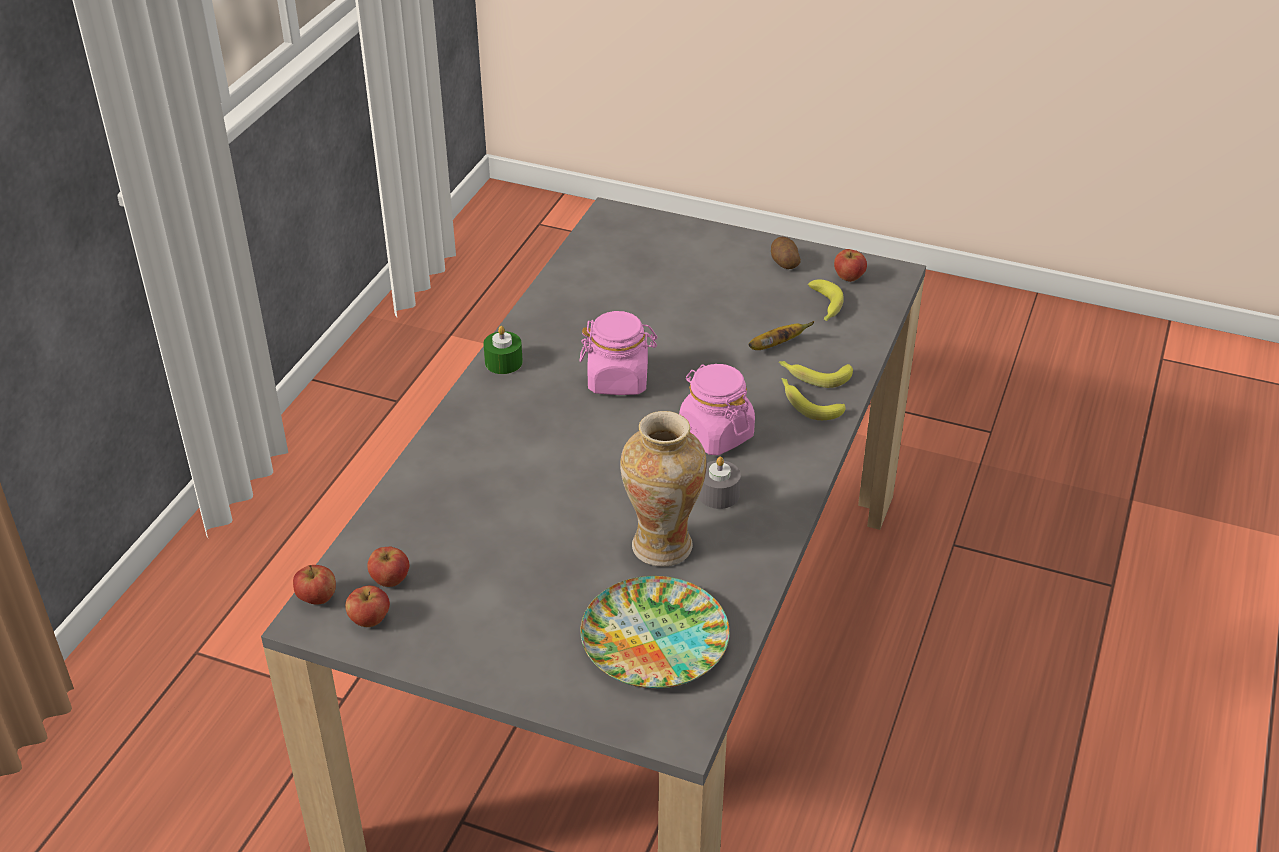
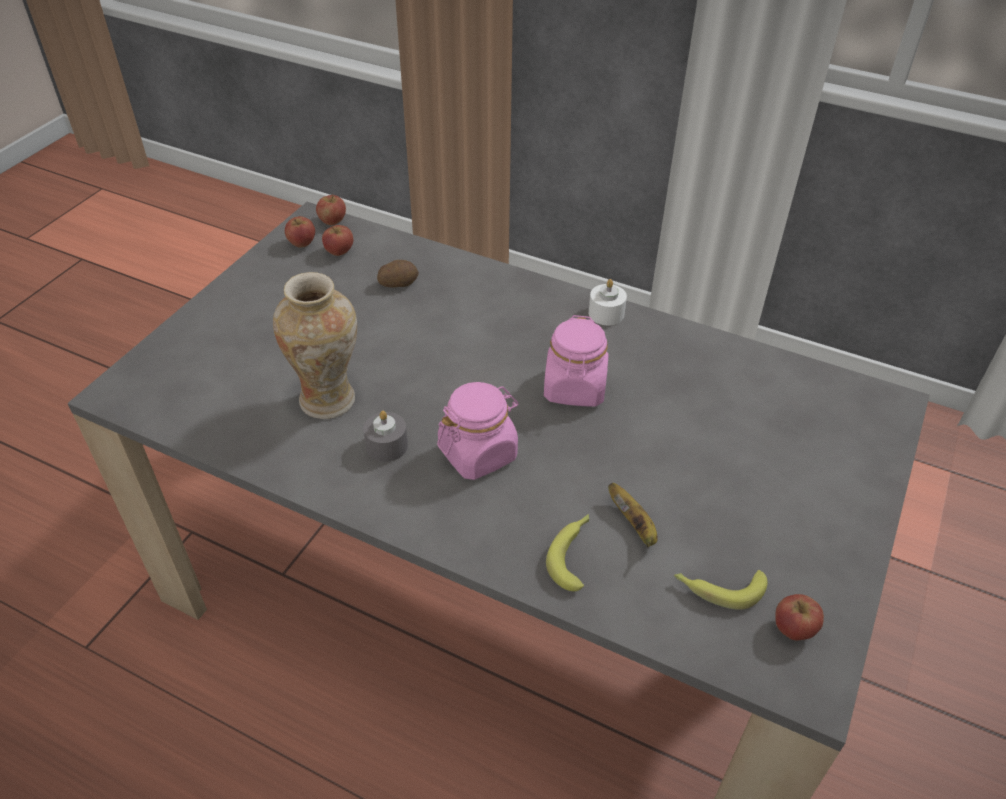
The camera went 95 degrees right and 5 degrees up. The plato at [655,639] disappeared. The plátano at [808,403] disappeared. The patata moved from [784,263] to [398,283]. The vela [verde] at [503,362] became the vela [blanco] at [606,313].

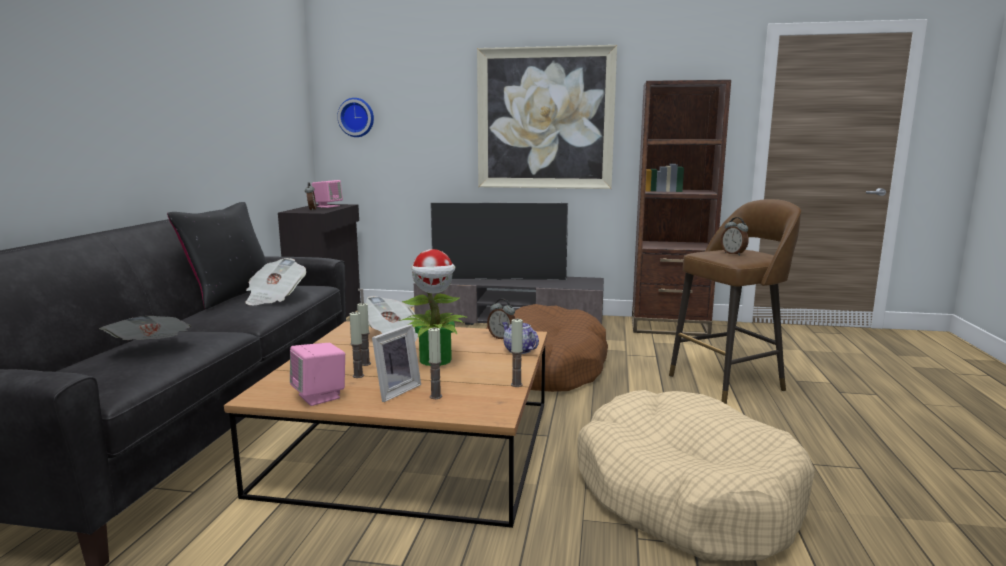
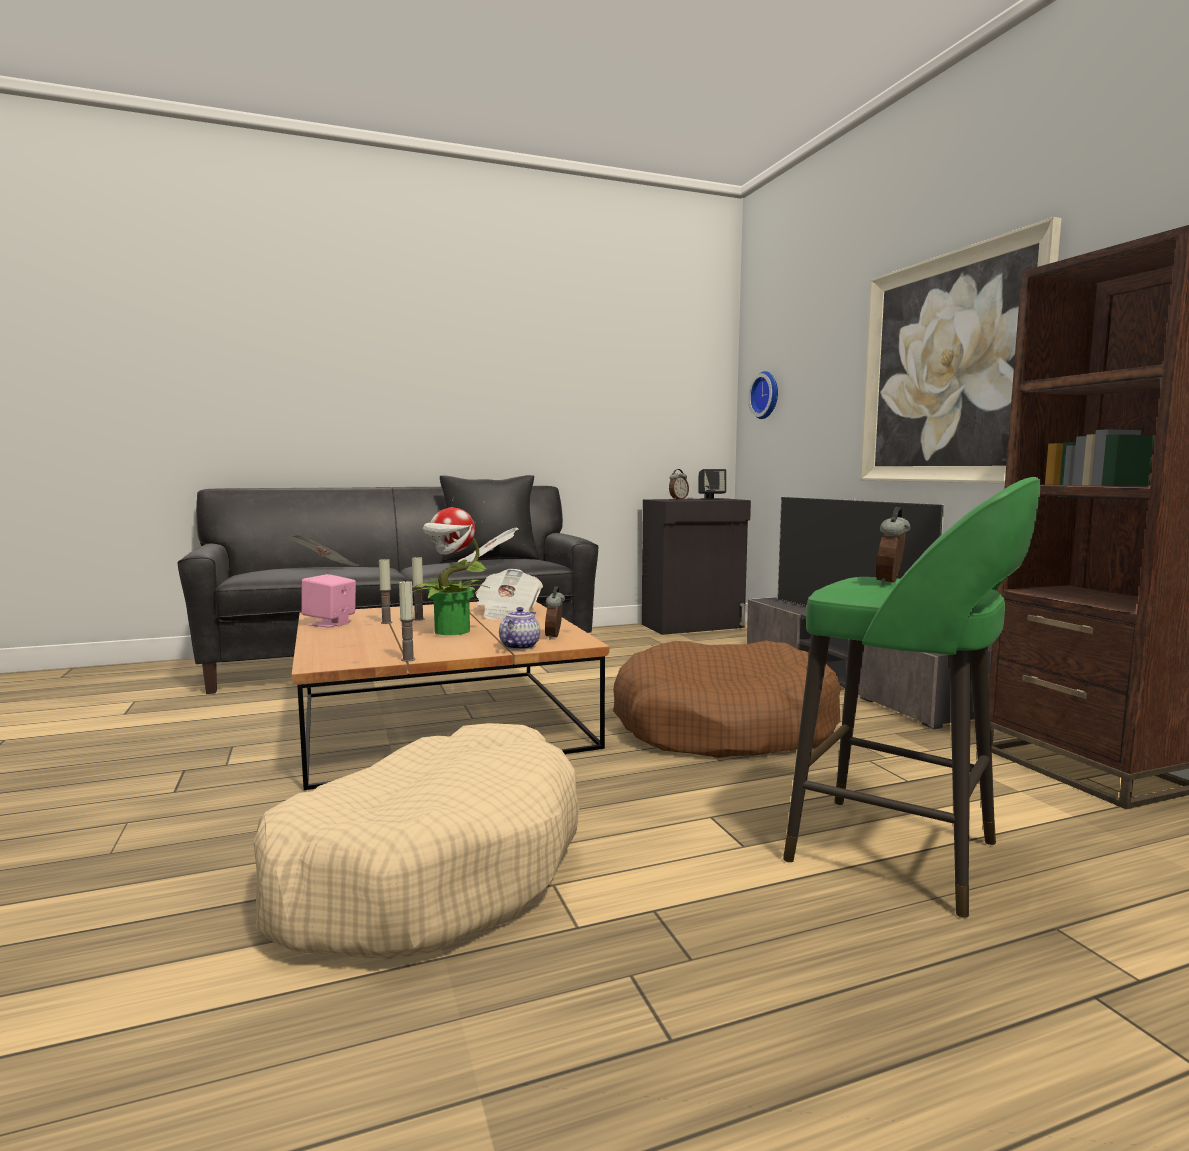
The camera went 60 degrees right and 5 degrees down. The portarretratos at [395,391] disappeared. The vela at [436,396] disappeared. The altavoz [rosa] at [328,206] became the altavoz [negro] at [711,499]. The taburete [marrón] at [729,382] became the taburete [verde] at [899,854].

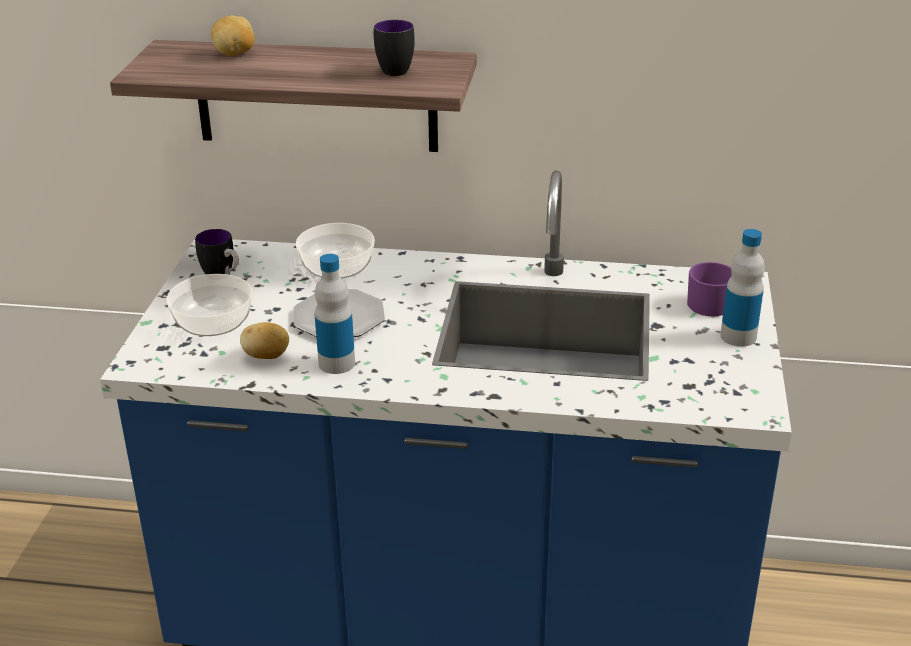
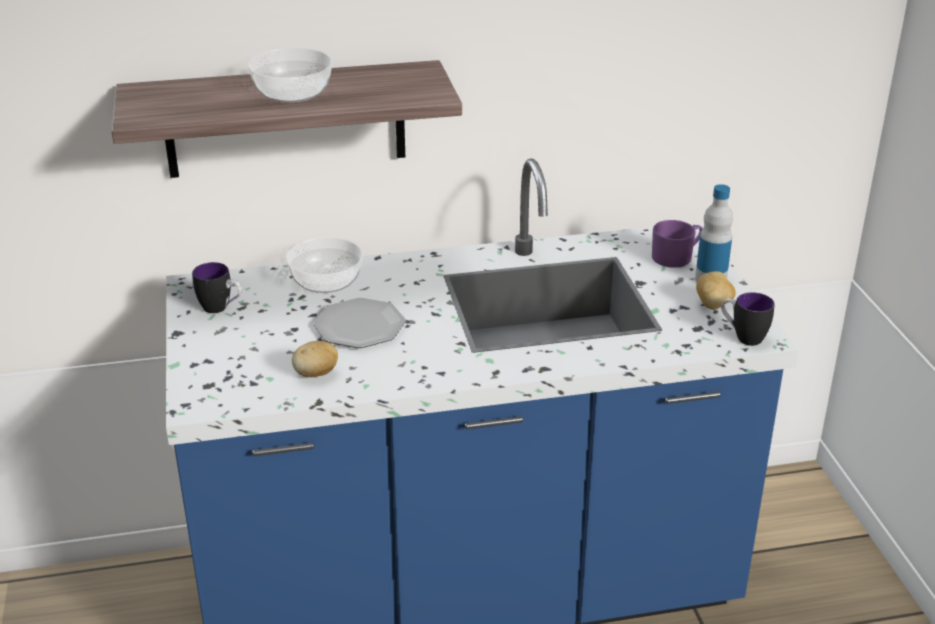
The camera went 20 degrees left and 0 degrees up. The botella at [336,363] disappeared. The cuenco moved from [212,322] to [291,93]. The patata moved from [235,54] to [713,305]. The taza grande moved from [391,69] to [742,337].

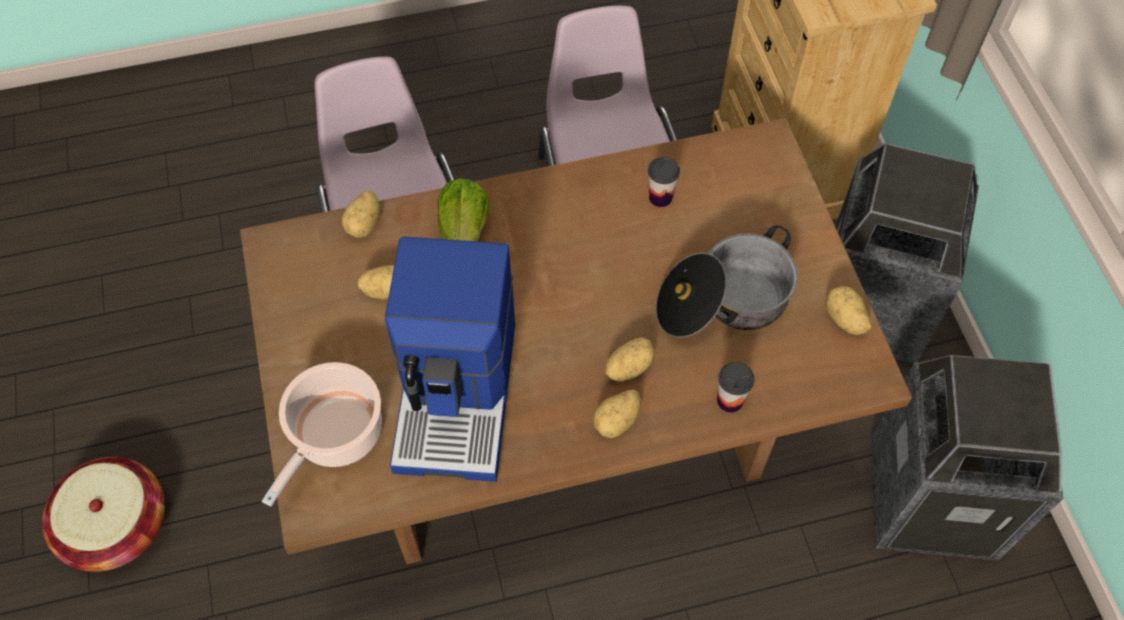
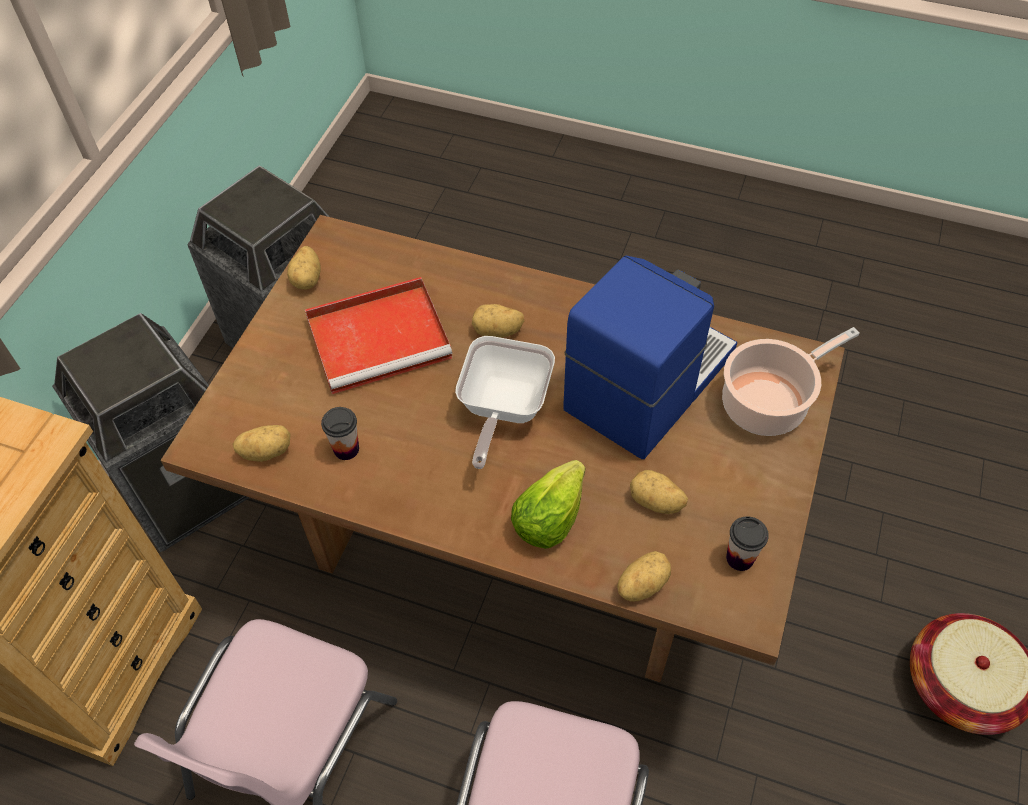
The camera went 145 degrees left and 5 degrees down. The sartén at [502,410] appeared. The patata moved from [617,421] to [266,451]. The taza moved from [730,400] to [740,558]. The olla at [723,302] was replaced by the bandeja [rojo] at [381,337].

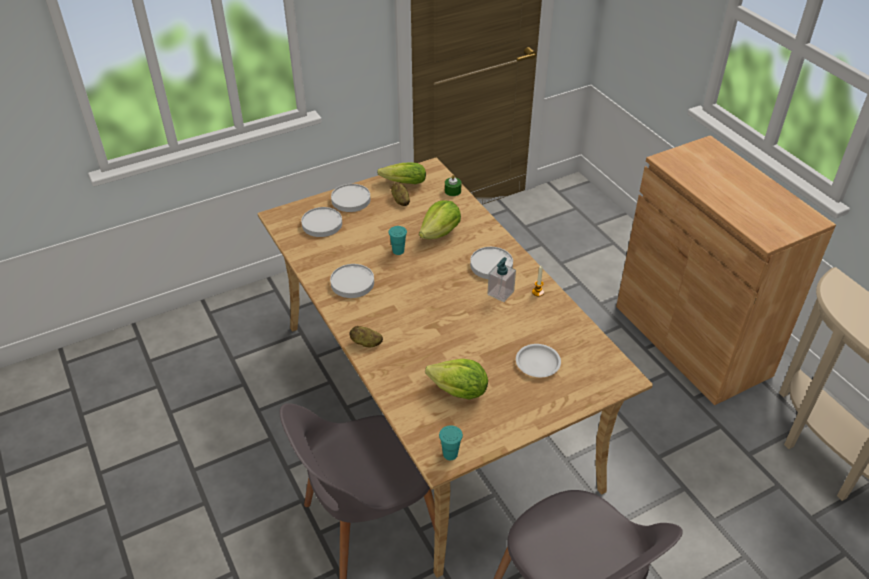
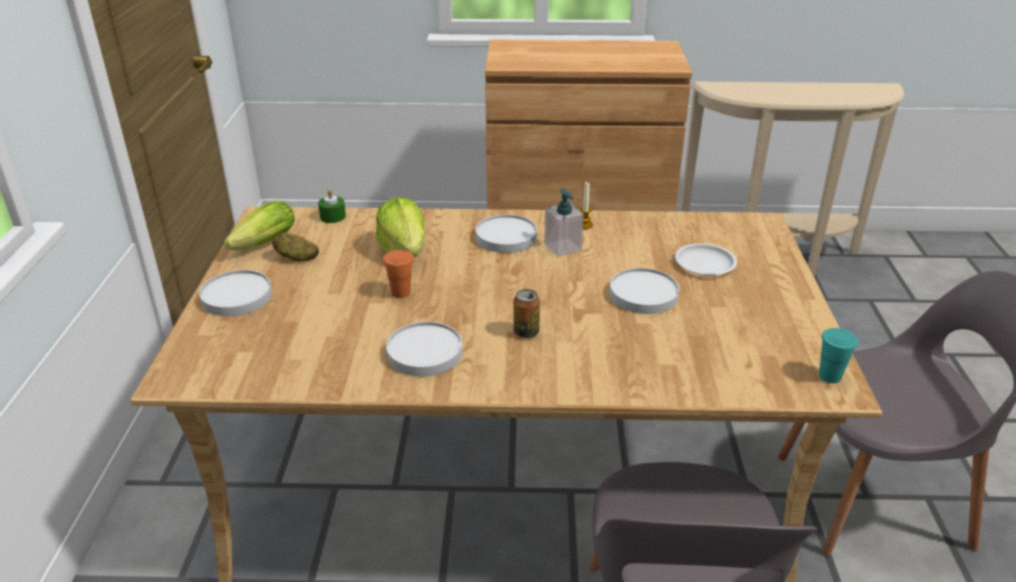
The camera went 60 degrees left and 10 degrees down. The patata at [366,343] disappeared. The lechuga at [459,392] disappeared. The lata at [526,332] appeared. The plato [blanco] moved from [322,224] to [644,295]. The taza [turquesa] at [398,251] became the taza [naranja] at [401,293].

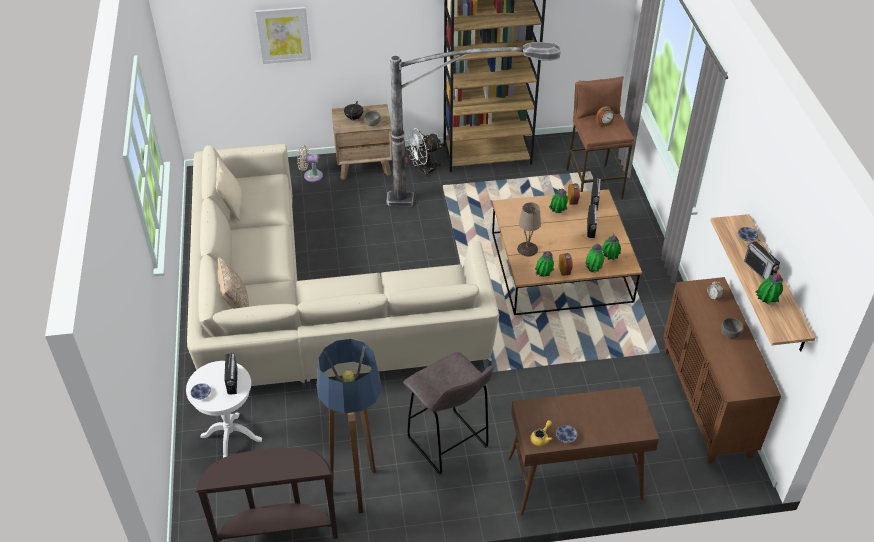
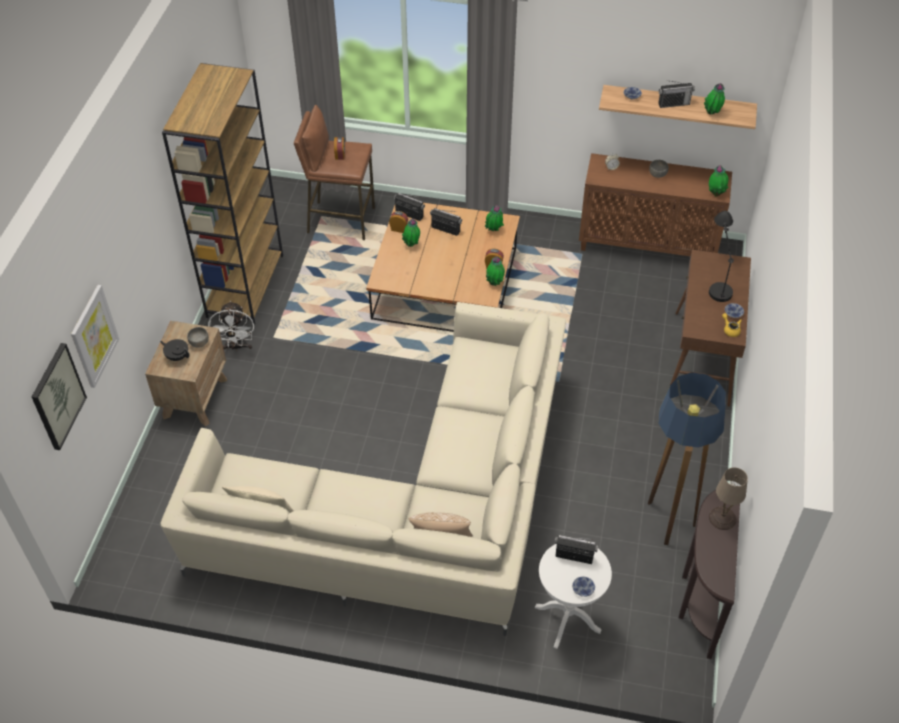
The camera went 70 degrees left and 5 degrees up. The ventilador [beis] at [311,175] disappeared. The lámpara de pie at [465,202] disappeared. The taburete [gris] at [449,444] disappeared. The cuadro at [57,396] appeared. The lámpara de mesa [negro] at [718,278] appeared. The lámpara de mesa [beis] moved from [527,249] to [722,518]. The planta en maceta moved from [593,270] to [716,194].

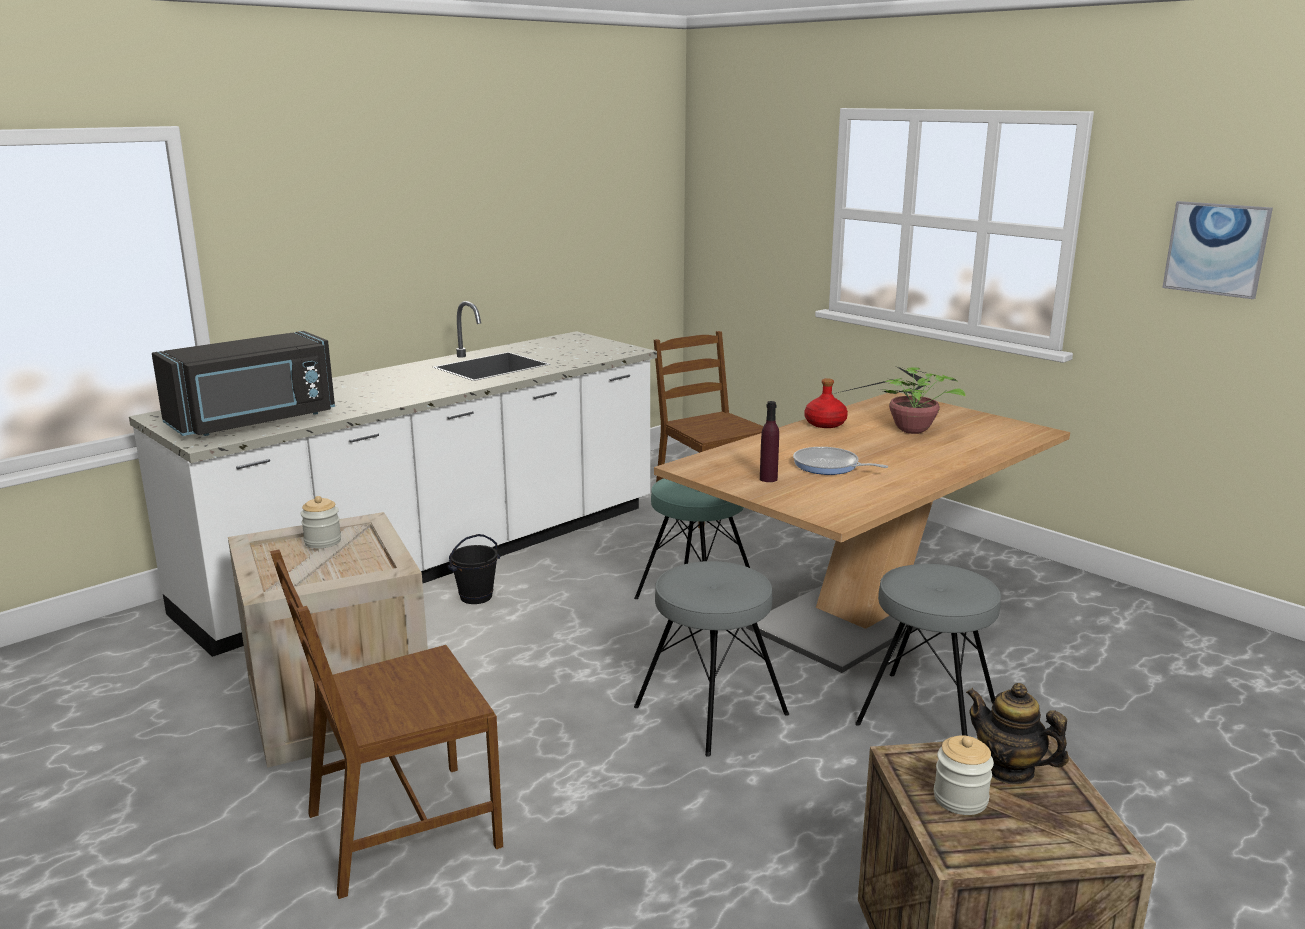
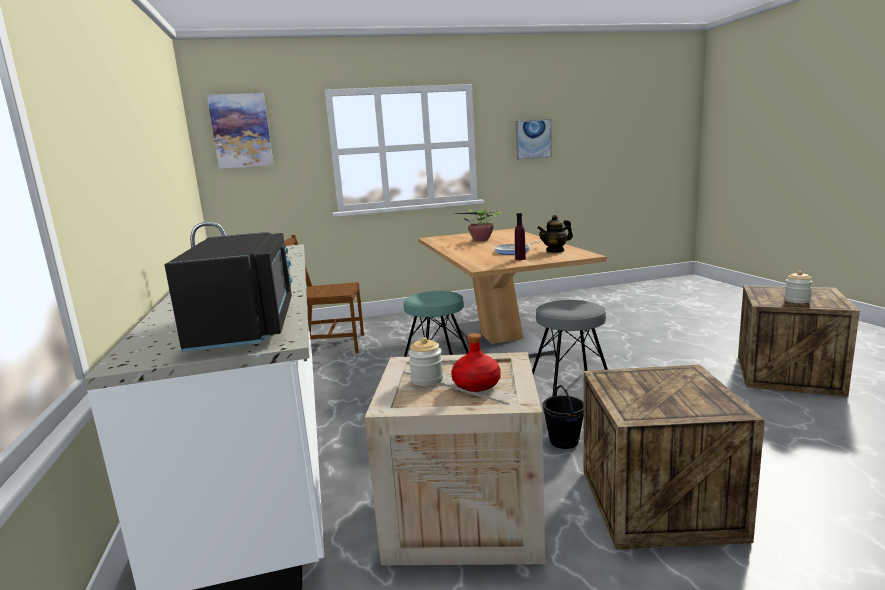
The camera went 60 degrees left and 5 degrees down. The taburete [gris] at [926,713] disappeared. The cuadro at [241,131] appeared. The cubo [negro] moved from [476,597] to [563,442]. The botella [rojo] moved from [825,424] to [477,385]. The tetera moved from [1009,770] to [555,251]. The silla [marrón] at [401,829] was replaced by the caja de embalaje at [659,503].

